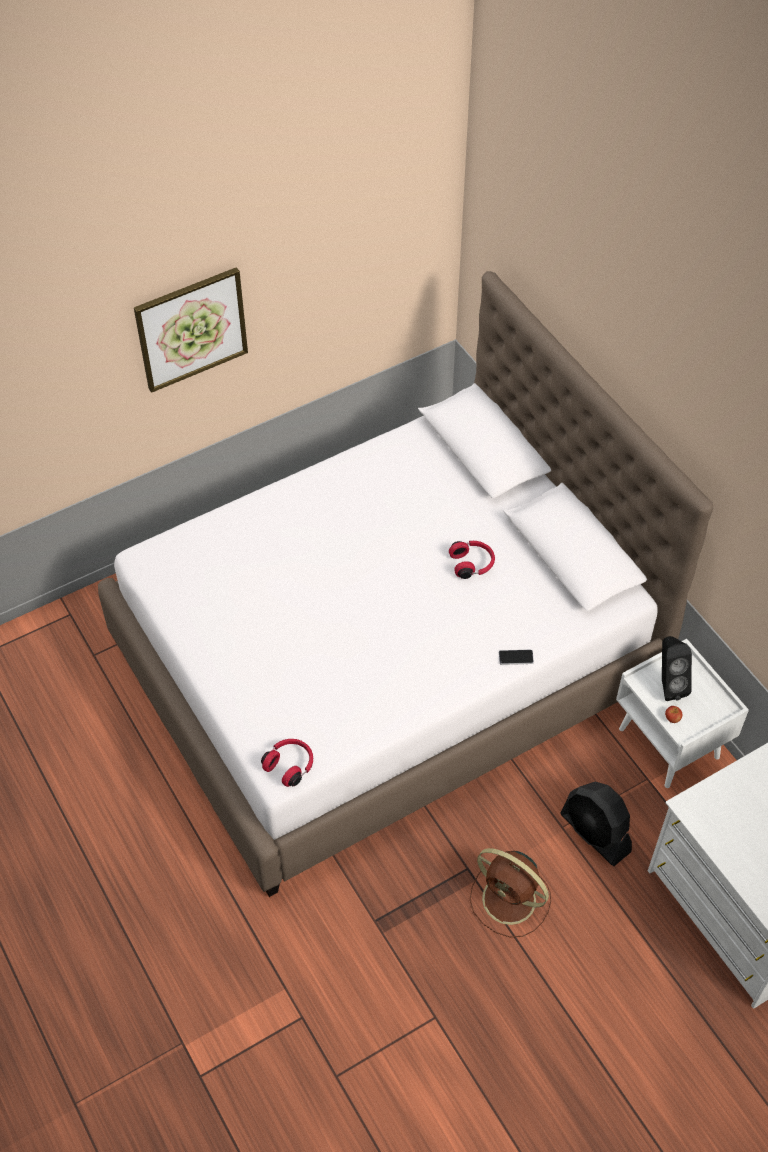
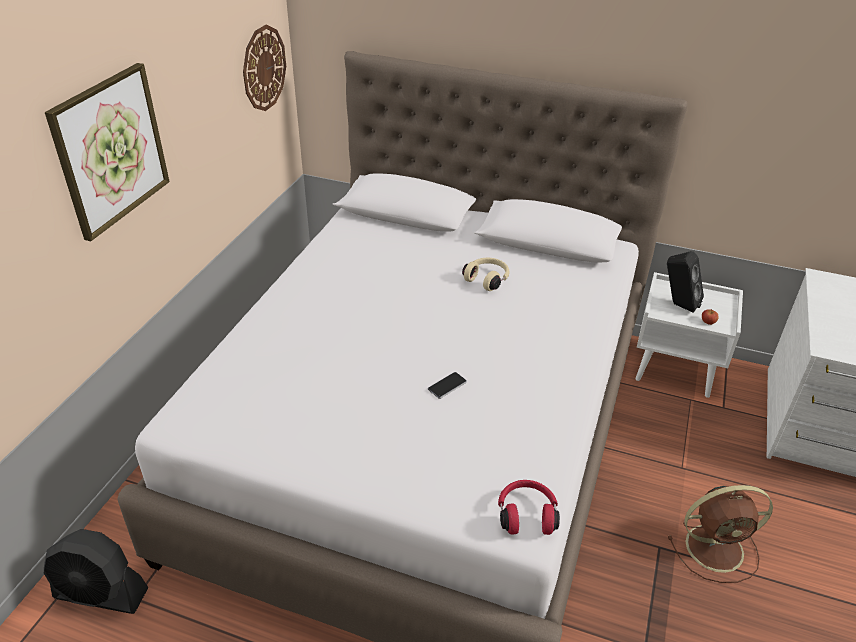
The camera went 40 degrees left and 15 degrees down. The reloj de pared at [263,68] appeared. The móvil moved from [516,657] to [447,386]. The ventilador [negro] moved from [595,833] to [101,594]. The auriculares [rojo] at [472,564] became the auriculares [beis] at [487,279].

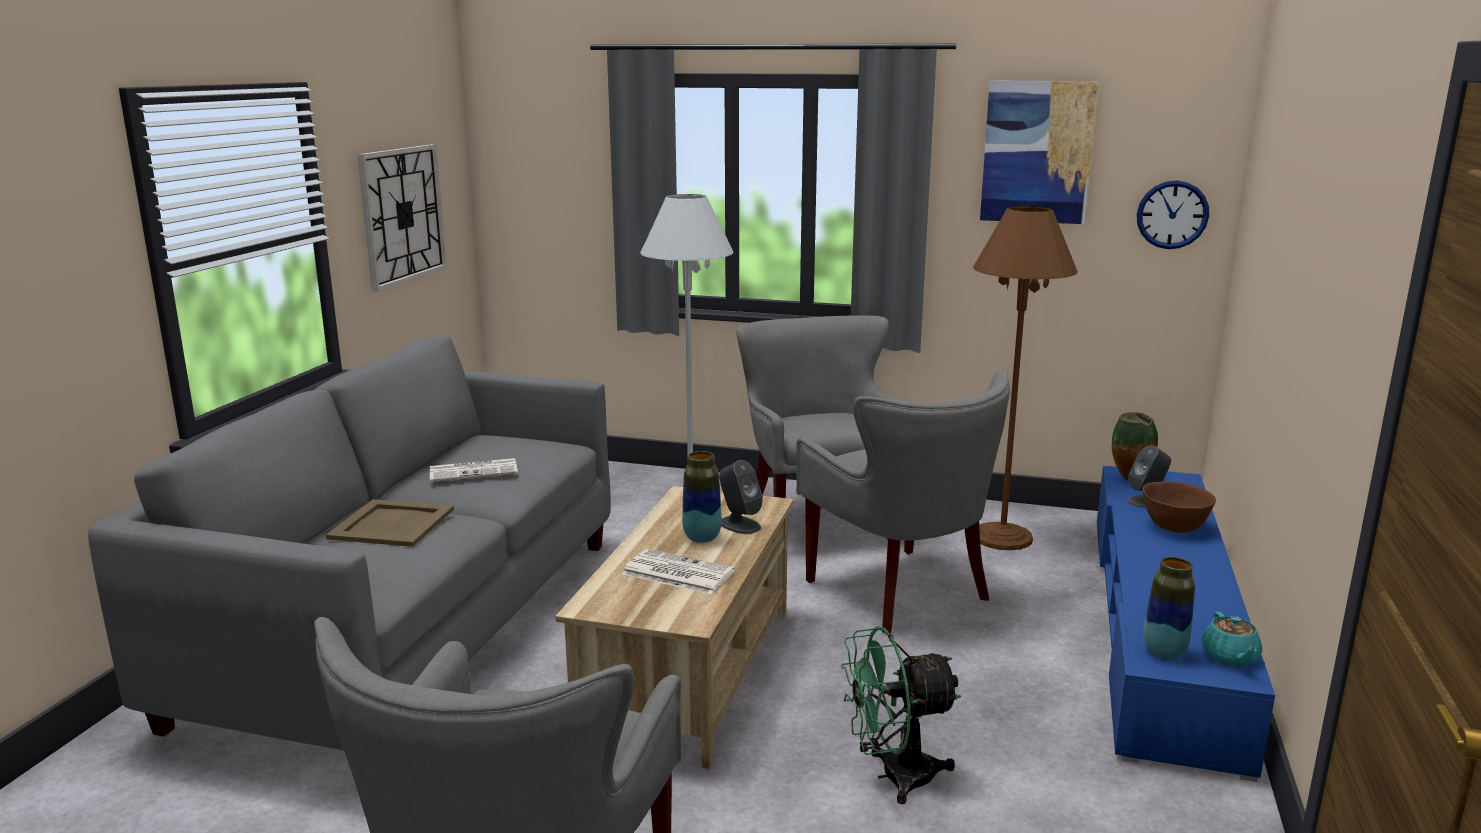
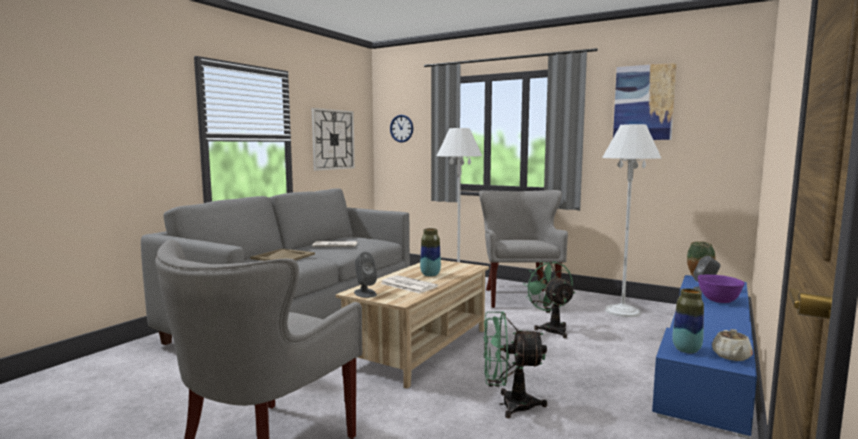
The camera went 15 degrees right and 10 degrees down. The altavoz [gris] moved from [739,525] to [365,293]. The reloj de pared moved from [1172,214] to [401,128]. The sillón [gris] at [899,593] was replaced by the ventilador [verde] at [551,328]. The lámpara de pie [marrón] at [1002,537] became the lámpara de pie [blanco] at [622,311]. The cuenco [marrón] at [1173,527] became the cuenco [morado] at [718,300]. The tetera [turquesa] at [1230,657] became the tetera [beis] at [731,356].

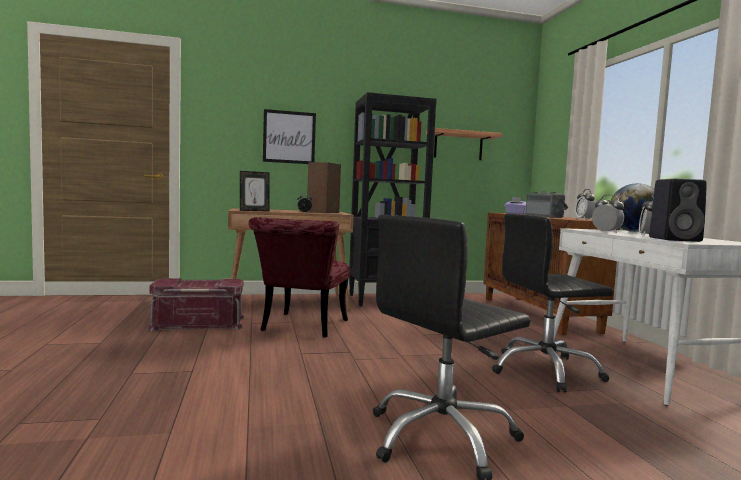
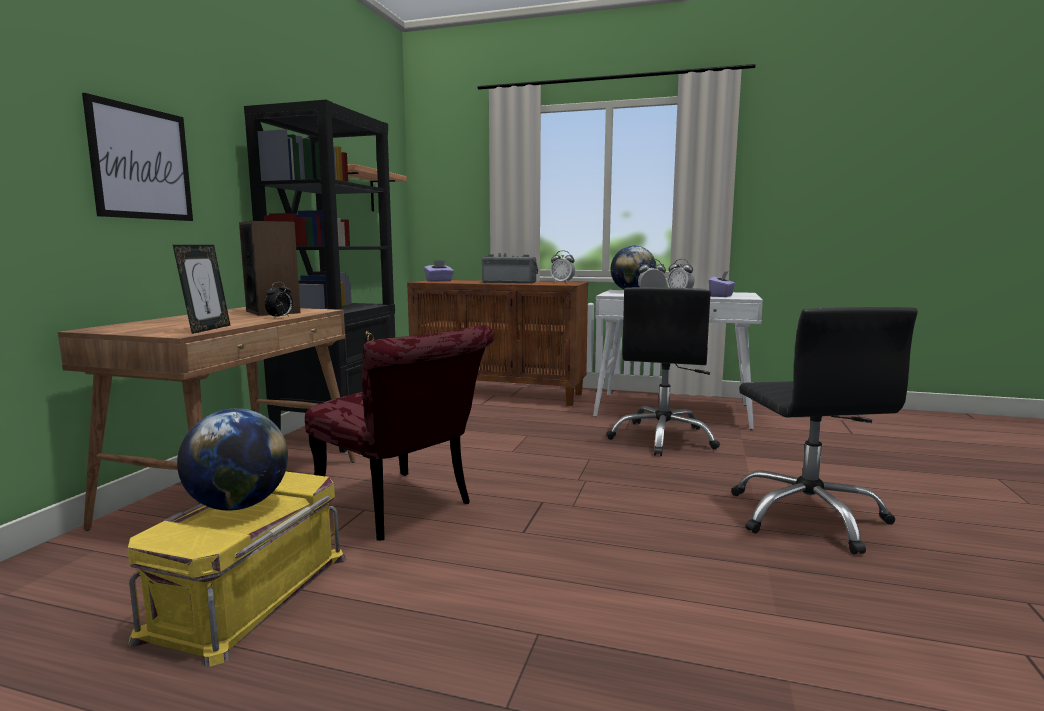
The camera went 60 degrees left and 5 degrees up. The globo terráqueo at [238,506] appeared. The altavoz [negro] at [676,239] was replaced by the caja de pañuelos [morado] at [721,296]. The caja de almacenaje [rojo] at [198,323] became the caja de almacenaje [amarillo] at [247,593].

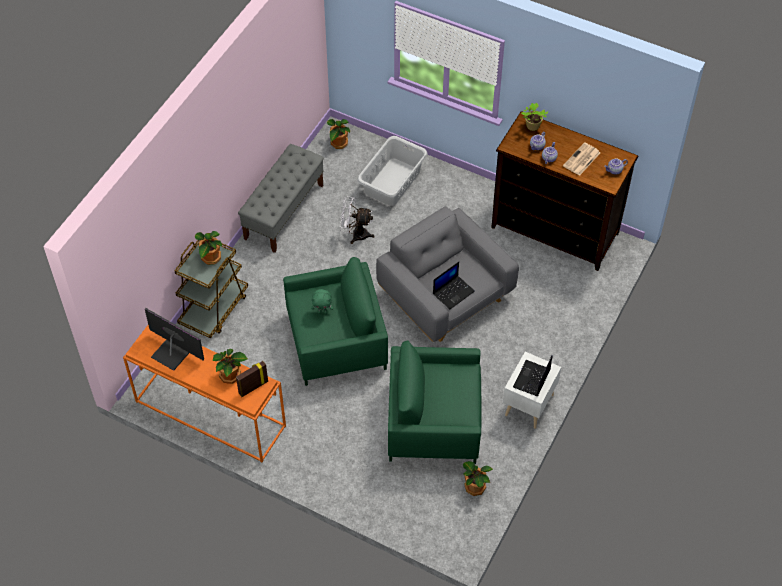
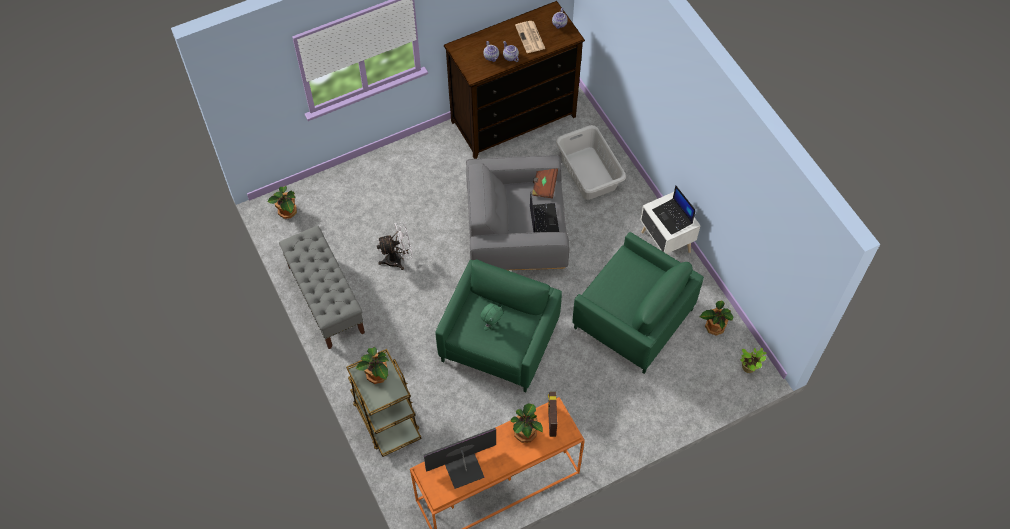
The camera went 55 degrees left and 5 degrees up. The libro [marrón] at [544,185] appeared. The cesto de la ropa [gris] moved from [393,182] to [589,173]. The planta en maceta moved from [532,127] to [749,368]. The ventilador [blanco] at [355,234] turned 150 degrees counterclockwise. The sillón [verde] at [433,422] turned 90 degrees counterclockwise.

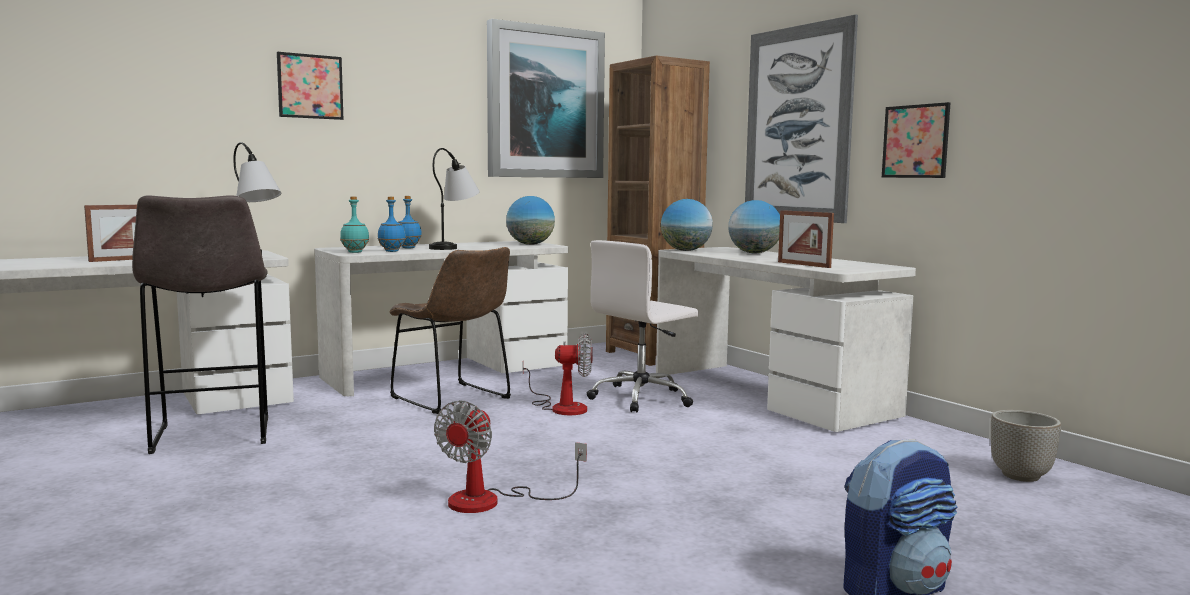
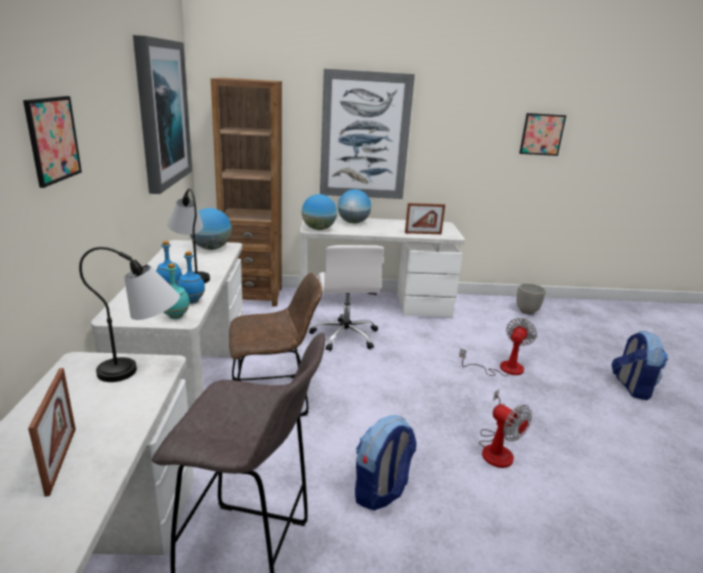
The camera went 60 degrees left and 15 degrees up. The mochila at [381,492] appeared. The ventilador moved from [561,407] to [502,368]. The cuadro moved from [915,141] to [542,134].

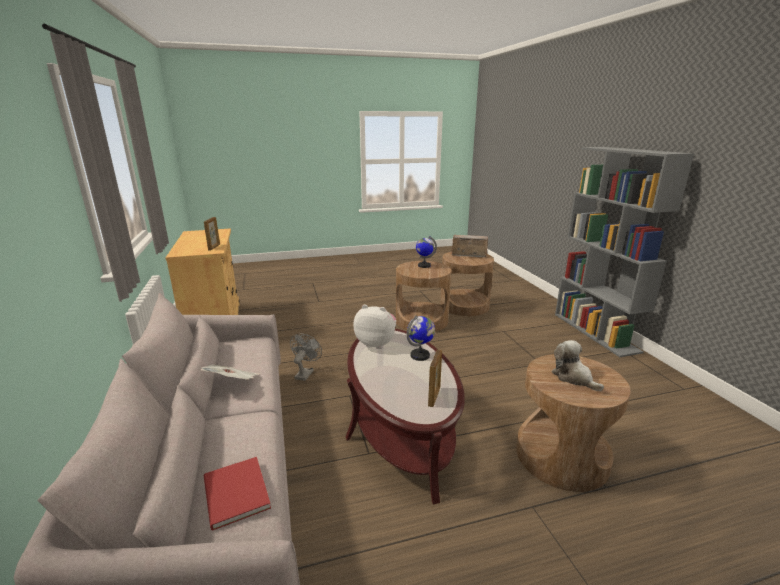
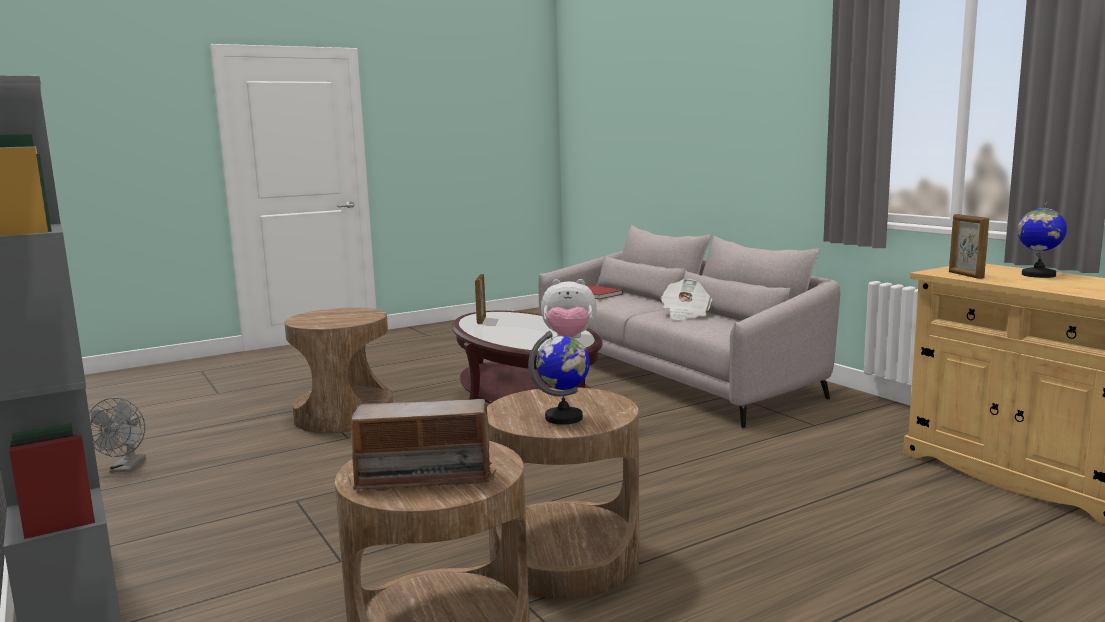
The camera went 165 degrees right and 10 degrees down. The peluche at [573,377] disappeared. The ventilador [gris] moved from [305,373] to [126,468]. The globo terráqueo moved from [420,355] to [1038,275].

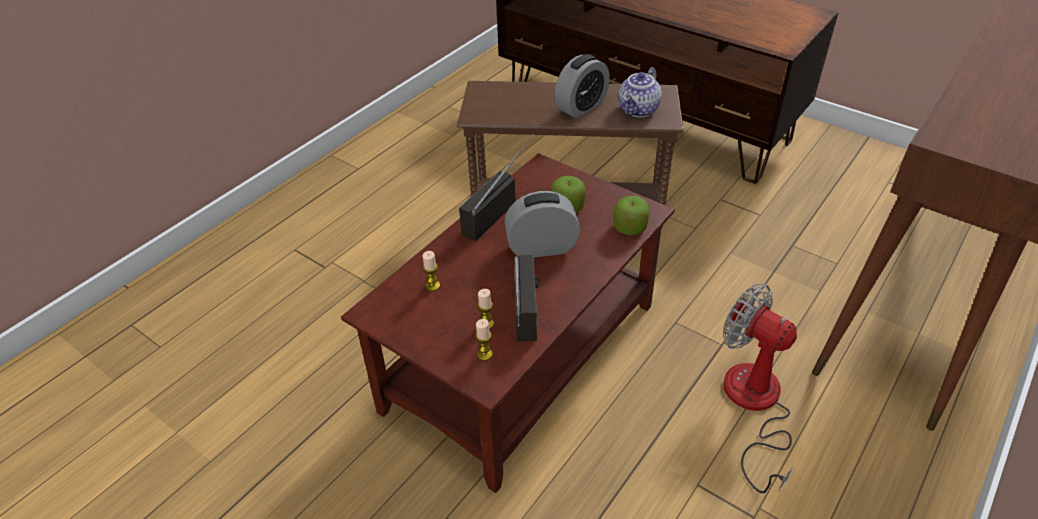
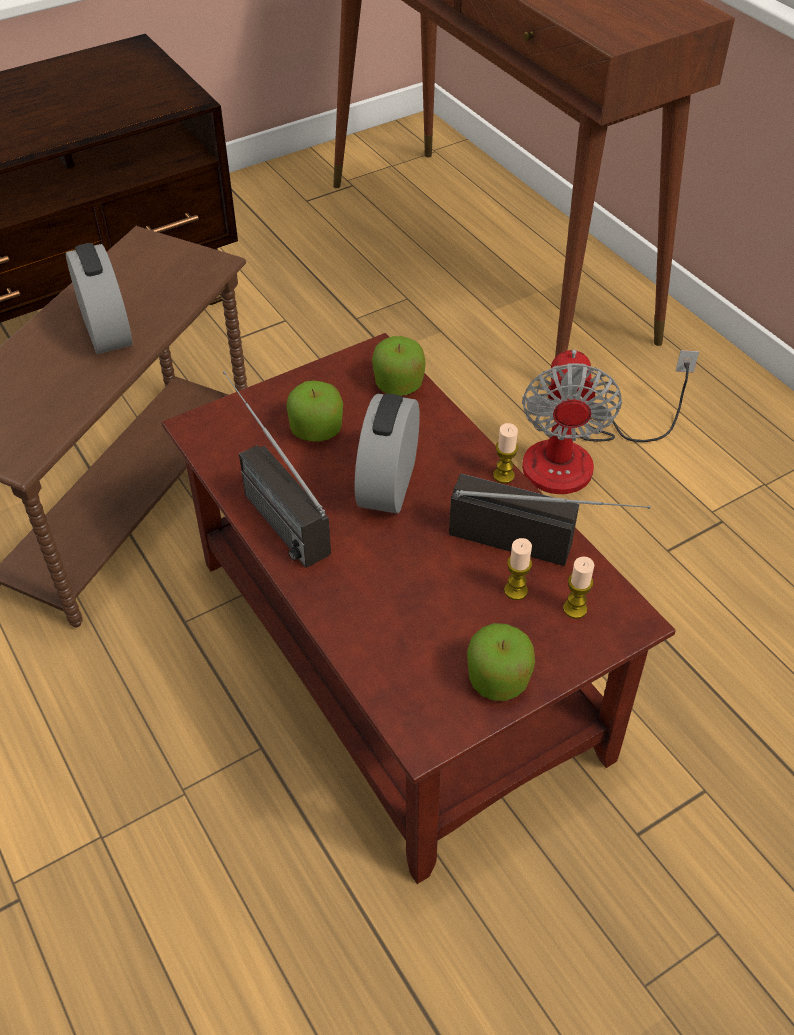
The camera went 70 degrees left and 5 degrees up. The tetera at [639,110] disappeared. The manzana at [498,679] appeared. The vela moved from [432,286] to [503,475]. The ventilador at [753,406] turned 60 degrees counterclockwise.

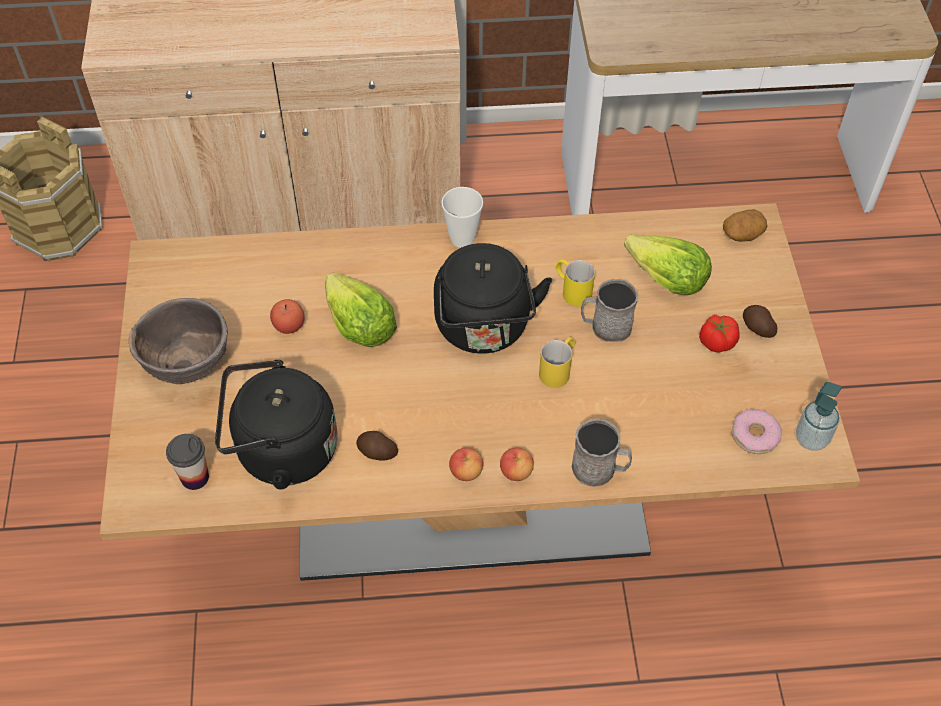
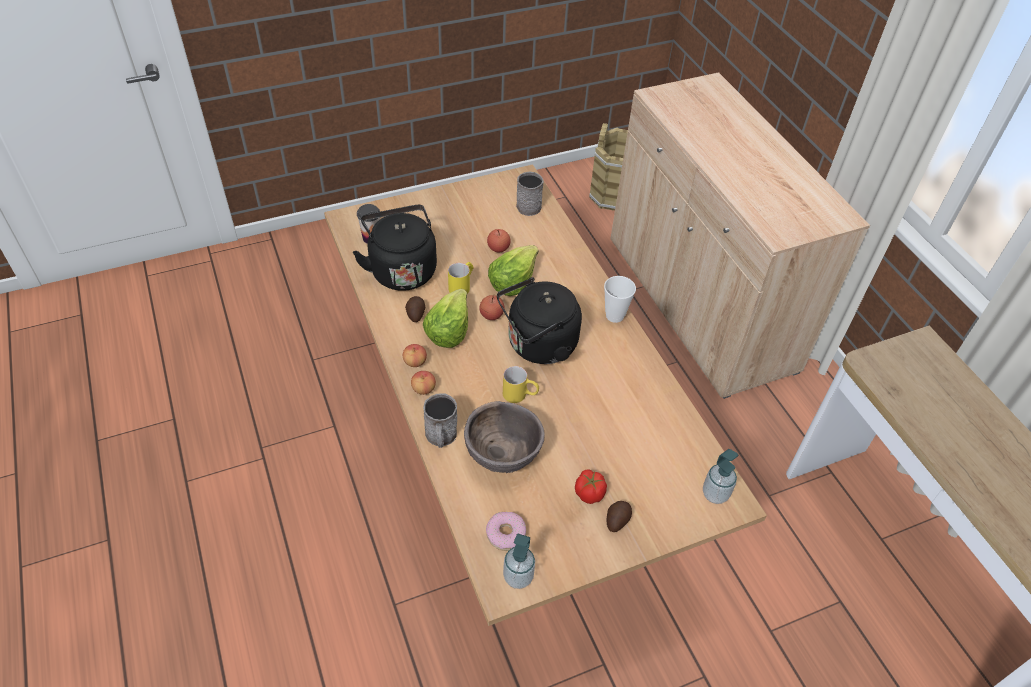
The camera went 70 degrees right and 5 degrees down. The manzana at [491,315] appeared. The cuenco [marrón] moved from [189,366] to [502,457]. The taza grande [amarillo] moved from [571,290] to [462,286]. The taza grande [gris] moved from [605,327] to [527,204]. The lechuga moved from [666,279] to [448,330]. The patata at [742,234] was replaced by the dispensador de jabón at [715,494].

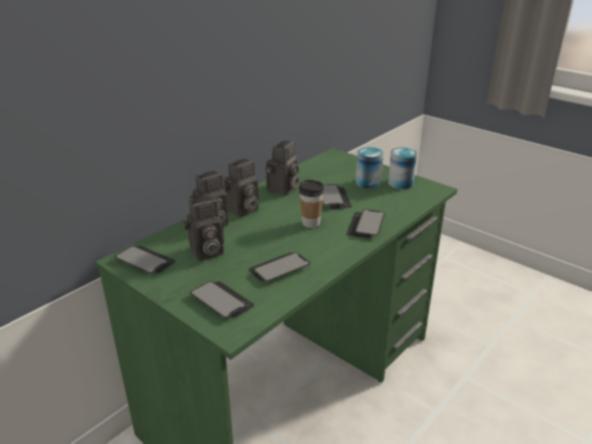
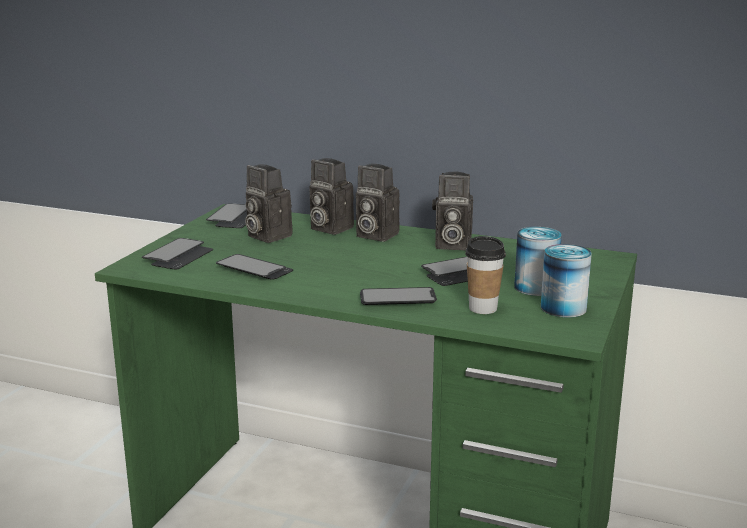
The camera went 70 degrees right and 10 degrees down. The taza moved from [311,223] to [483,308].

